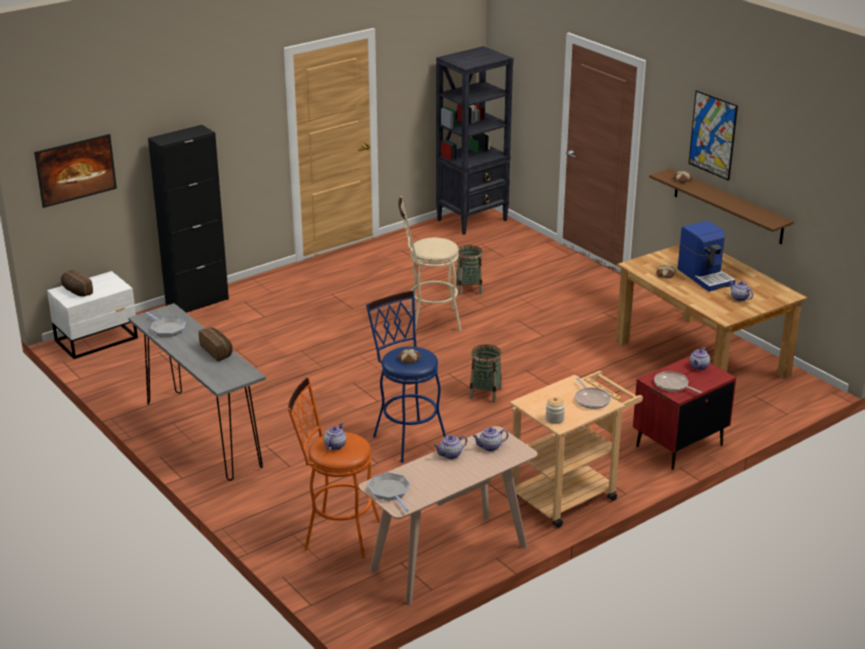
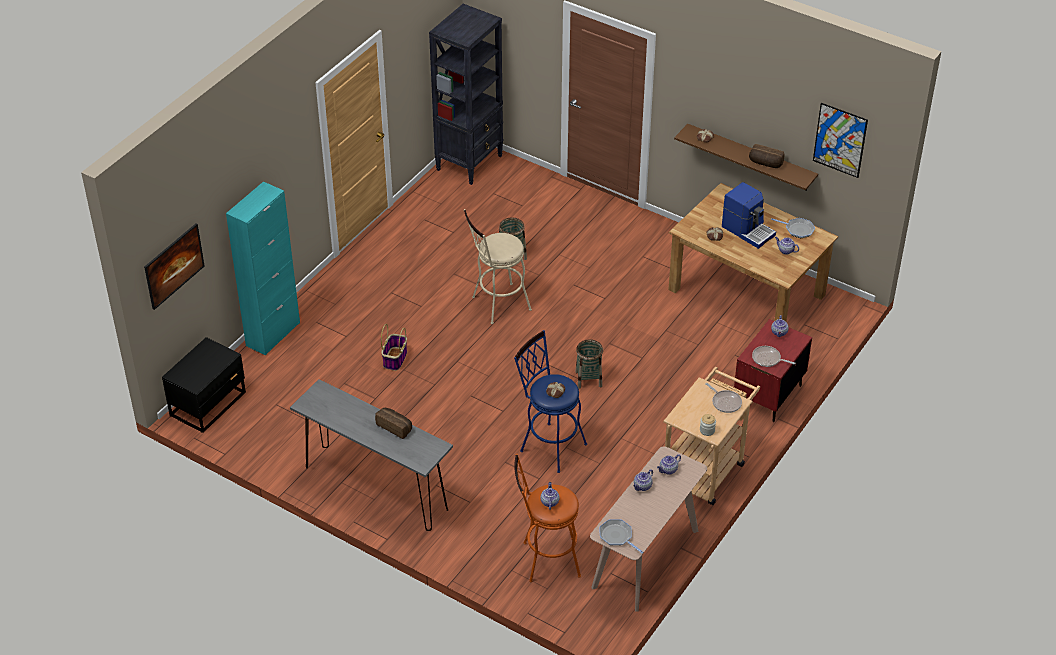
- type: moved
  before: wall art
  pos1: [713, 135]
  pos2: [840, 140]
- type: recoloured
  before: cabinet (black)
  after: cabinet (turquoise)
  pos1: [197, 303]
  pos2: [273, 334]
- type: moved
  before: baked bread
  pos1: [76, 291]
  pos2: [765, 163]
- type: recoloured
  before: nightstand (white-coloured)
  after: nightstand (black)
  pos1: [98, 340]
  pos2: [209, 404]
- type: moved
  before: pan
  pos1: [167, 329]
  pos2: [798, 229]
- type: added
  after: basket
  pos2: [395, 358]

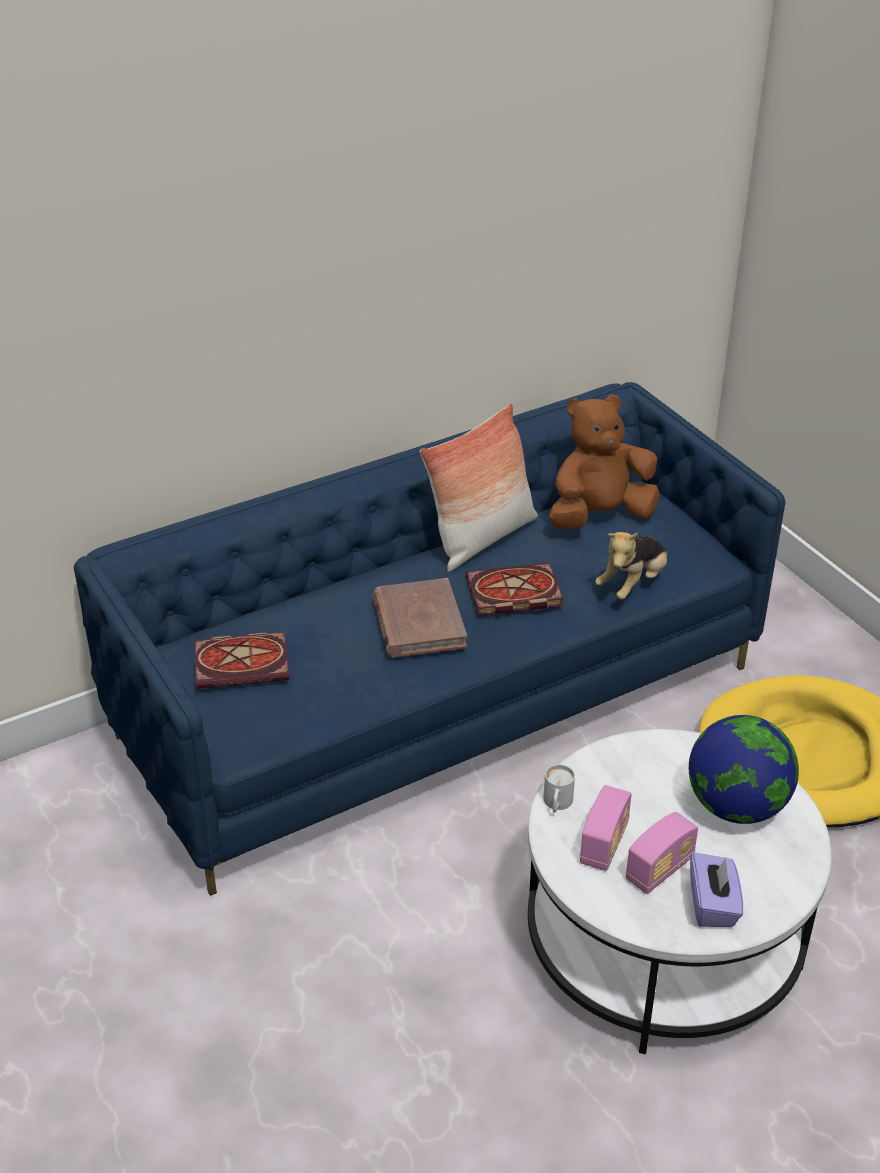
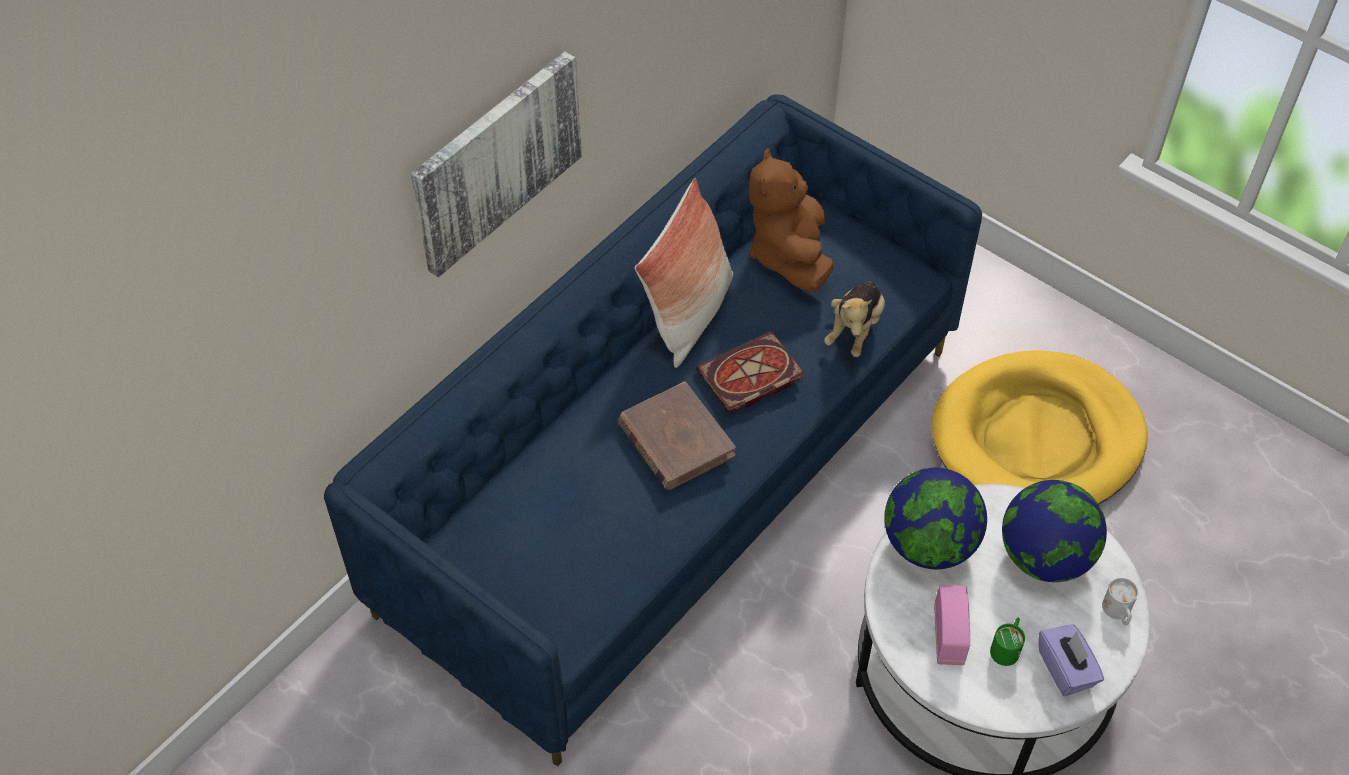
- type: turned
  before: soft toy (brown)
  pos1: [599, 516]
  pos2: [789, 254]
  turn: -45
- type: removed
  before: bound book
  pos1: [244, 662]
- type: moved
  before: tea mug (white-coloured)
  pos1: [557, 804]
  pos2: [1118, 613]
- type: replaced
  before: radio receiver
  after: tea mug (greenish)
  pos1: [659, 869]
  pos2: [1007, 647]
- type: added
  after: wall art
  pos2: [496, 161]
- type: added
  after: globe
  pos2: [929, 544]

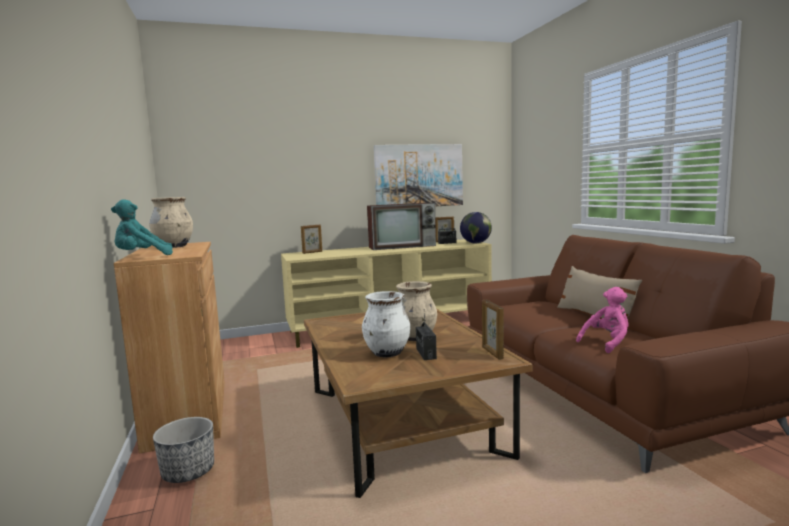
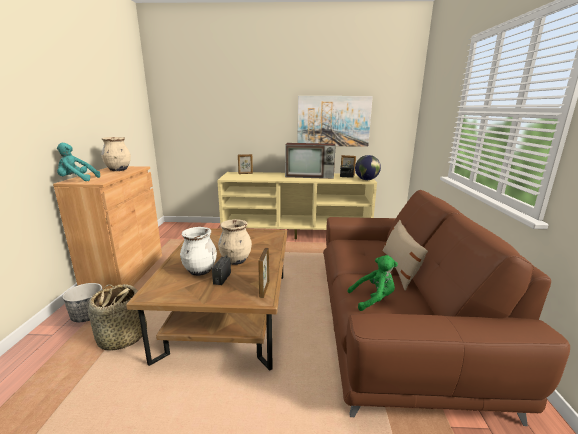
- type: recoloured
  before: soft toy (pinkish)
  after: soft toy (greenish)
  pos1: [607, 343]
  pos2: [373, 299]
- type: added
  after: basket
  pos2: [122, 337]

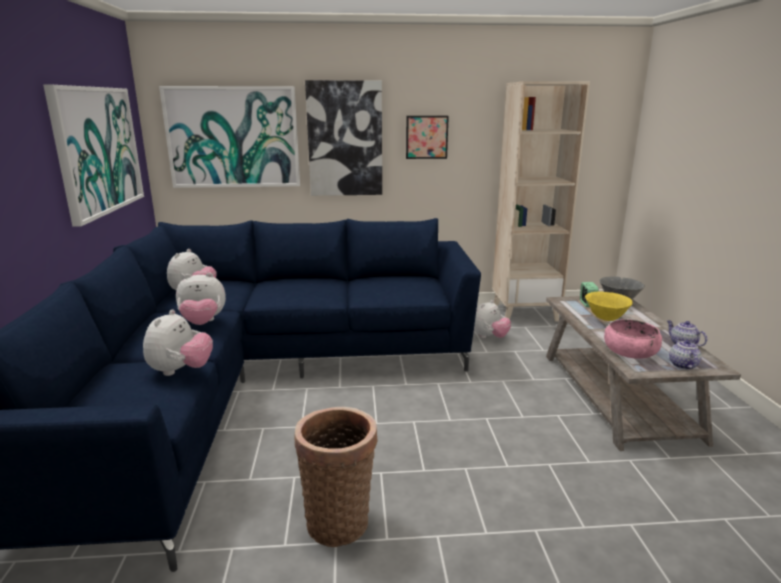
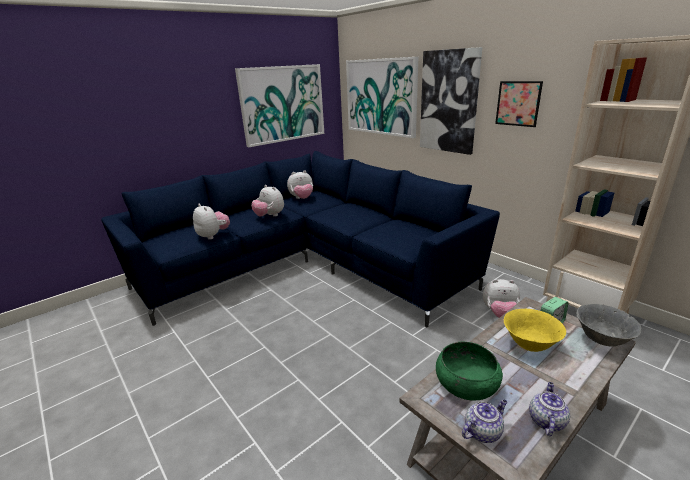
- type: turned
  before: soft toy
  pos1: [181, 371]
  pos2: [213, 236]
  turn: -105
- type: recoloured
  before: bowl (pinkish)
  after: bowl (greenish)
  pos1: [630, 351]
  pos2: [466, 382]
- type: removed
  before: basket
  pos1: [339, 519]

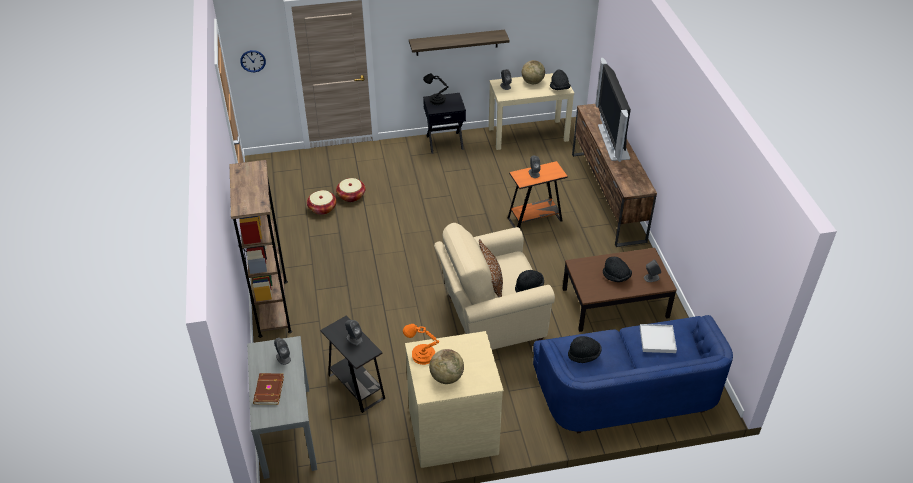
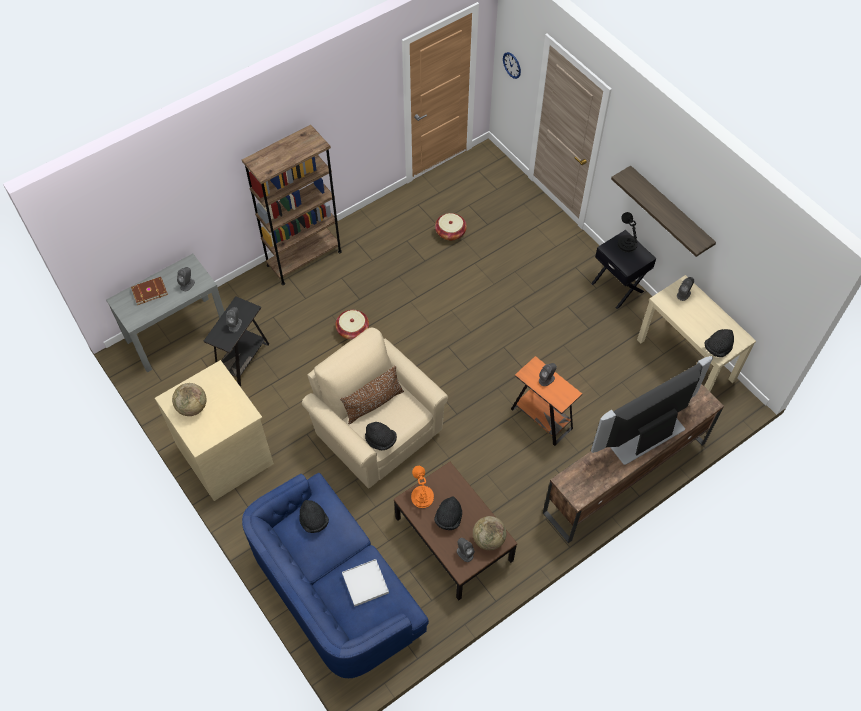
- type: moved
  before: globe
  pos1: [532, 82]
  pos2: [488, 539]
- type: moved
  before: basket
  pos1: [351, 196]
  pos2: [352, 330]
- type: moved
  before: lamp for a table (orange)
  pos1: [421, 355]
  pos2: [421, 495]

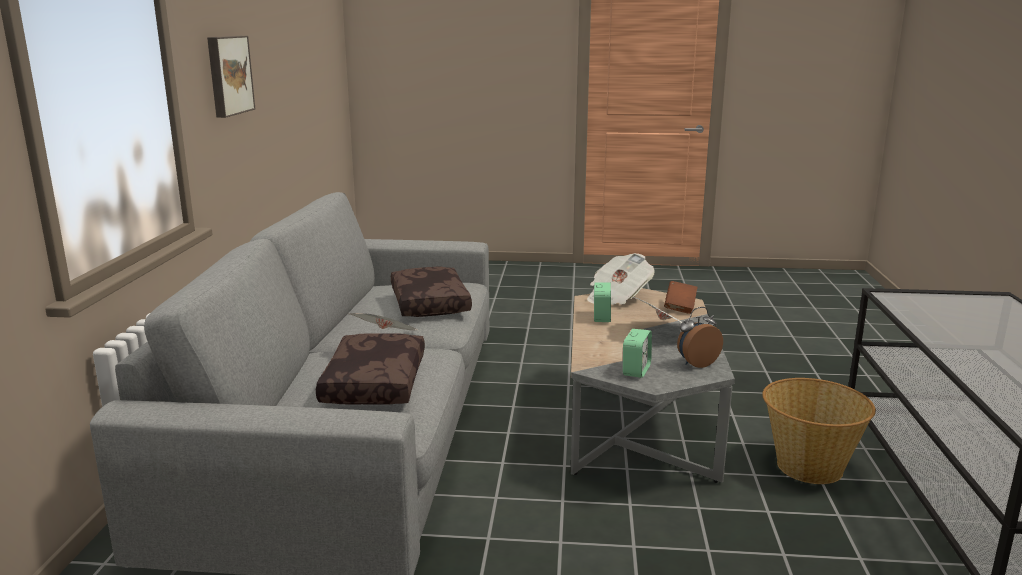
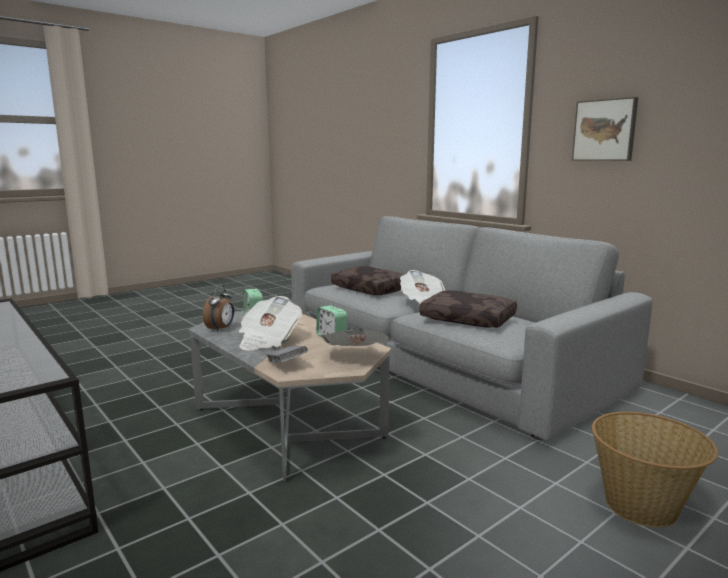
- type: recoloured
  before: bound book (brown)
  after: bound book (gray)
  pos1: [680, 307]
  pos2: [286, 365]
- type: moved
  before: basket
  pos1: [809, 466]
  pos2: [642, 506]

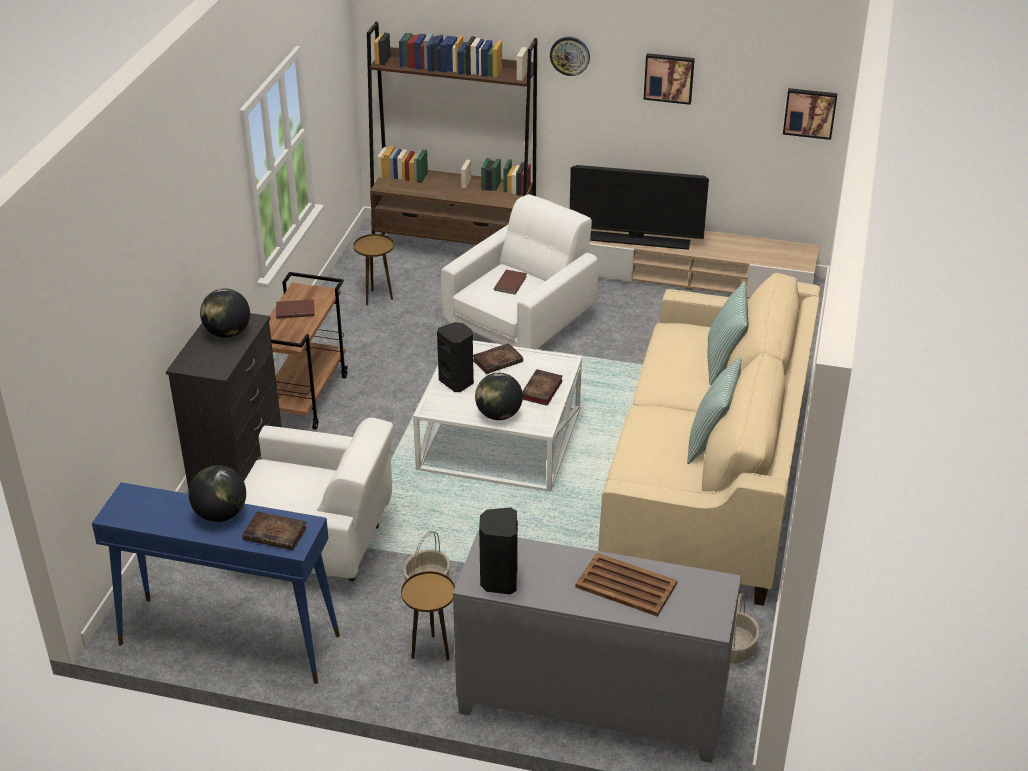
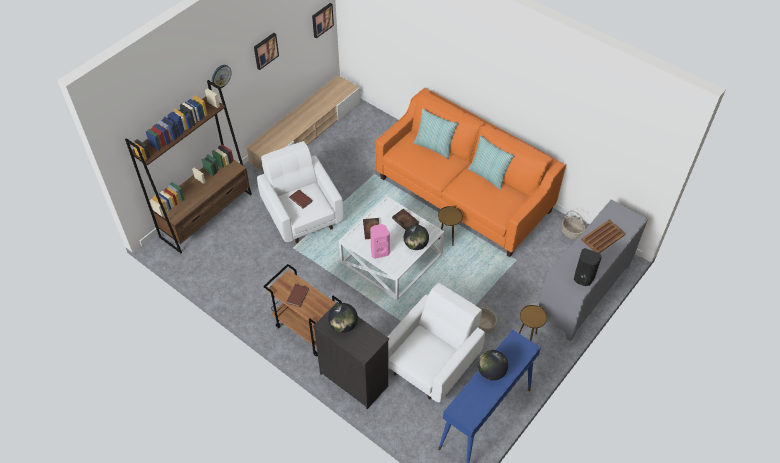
- type: removed
  before: television
  pos1: [636, 240]
- type: moved
  before: side table (brown)
  pos1: [377, 298]
  pos2: [448, 239]
- type: recoloured
  before: sofa (sand-coloured)
  after: sofa (orange)
  pos1: [707, 479]
  pos2: [463, 194]
- type: recoloured
  before: loudspeaker (black)
  after: loudspeaker (pinkish)
  pos1: [457, 382]
  pos2: [379, 251]
- type: removed
  before: bound book
  pos1: [277, 534]

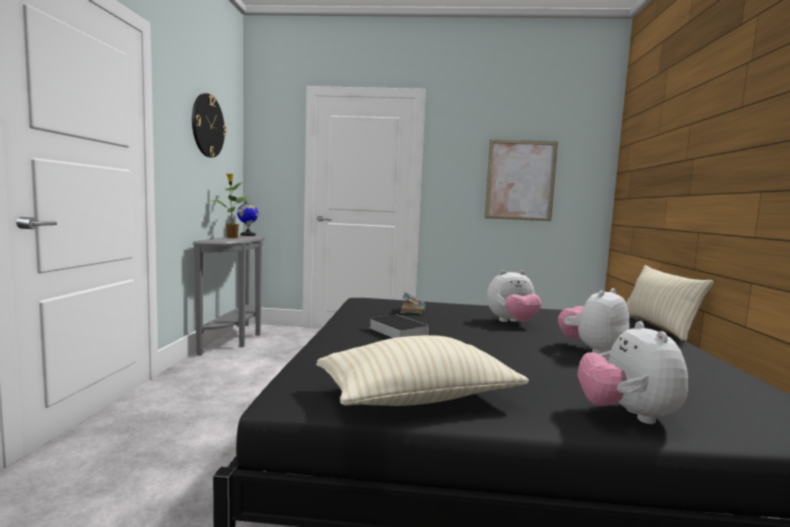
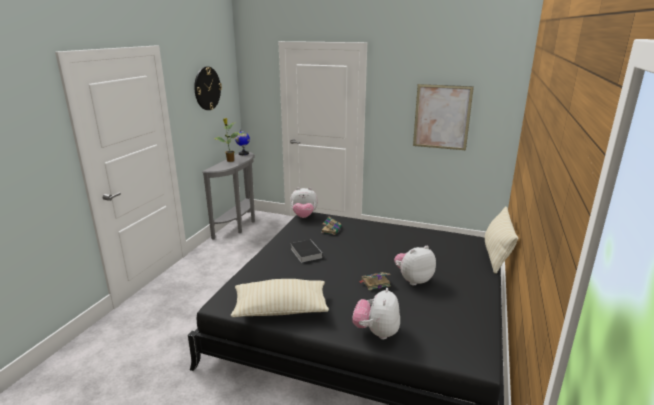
- type: moved
  before: soft toy
  pos1: [512, 322]
  pos2: [304, 216]
- type: added
  after: bound book
  pos2: [374, 283]

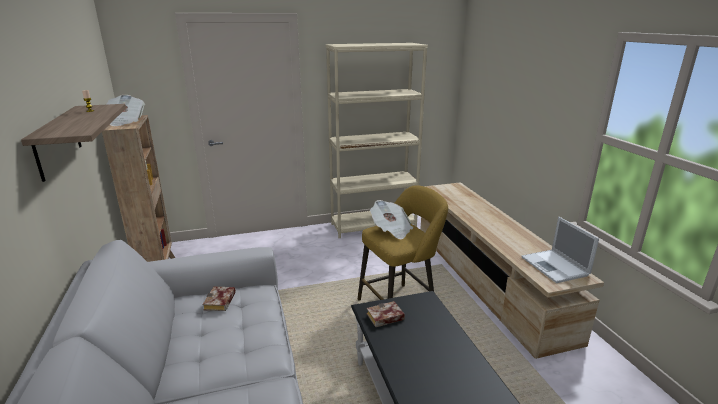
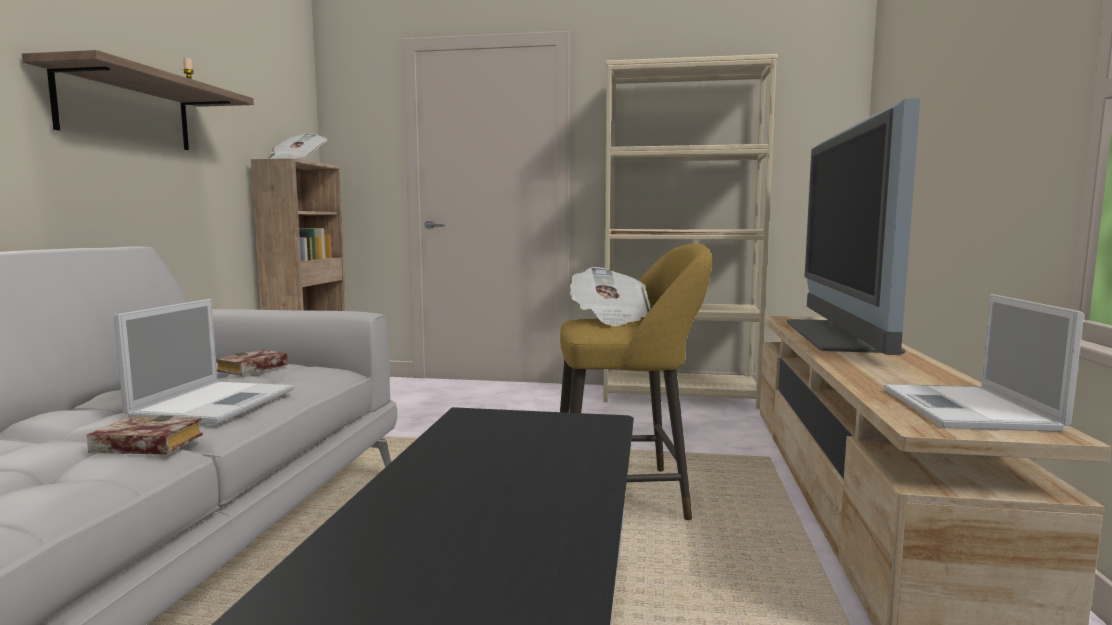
- type: moved
  before: bound book
  pos1: [384, 318]
  pos2: [142, 446]
- type: added
  after: television
  pos2: [838, 335]
- type: added
  after: laptop
  pos2: [216, 402]

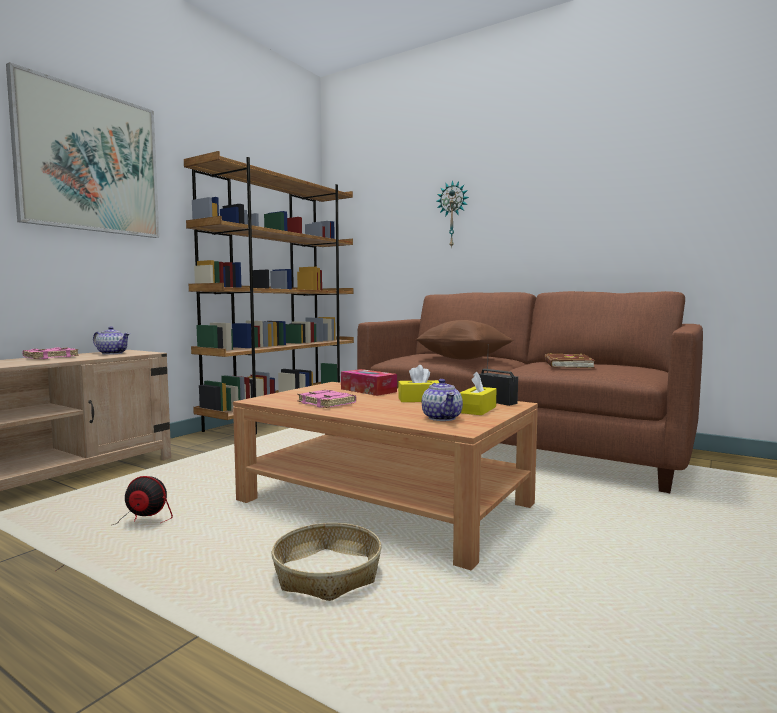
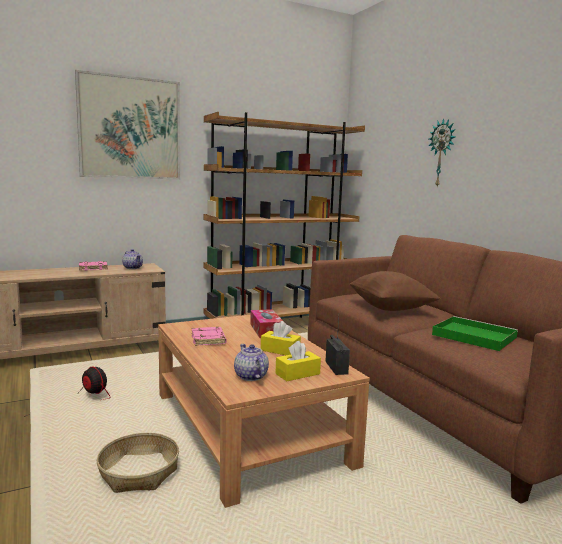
- type: replaced
  before: bound book (brown)
  after: carrying tray (greenish)
  pos1: [567, 364]
  pos2: [472, 336]
- type: turned
  before: tea pot
  pos1: [442, 418]
  pos2: [250, 376]
  turn: 135

